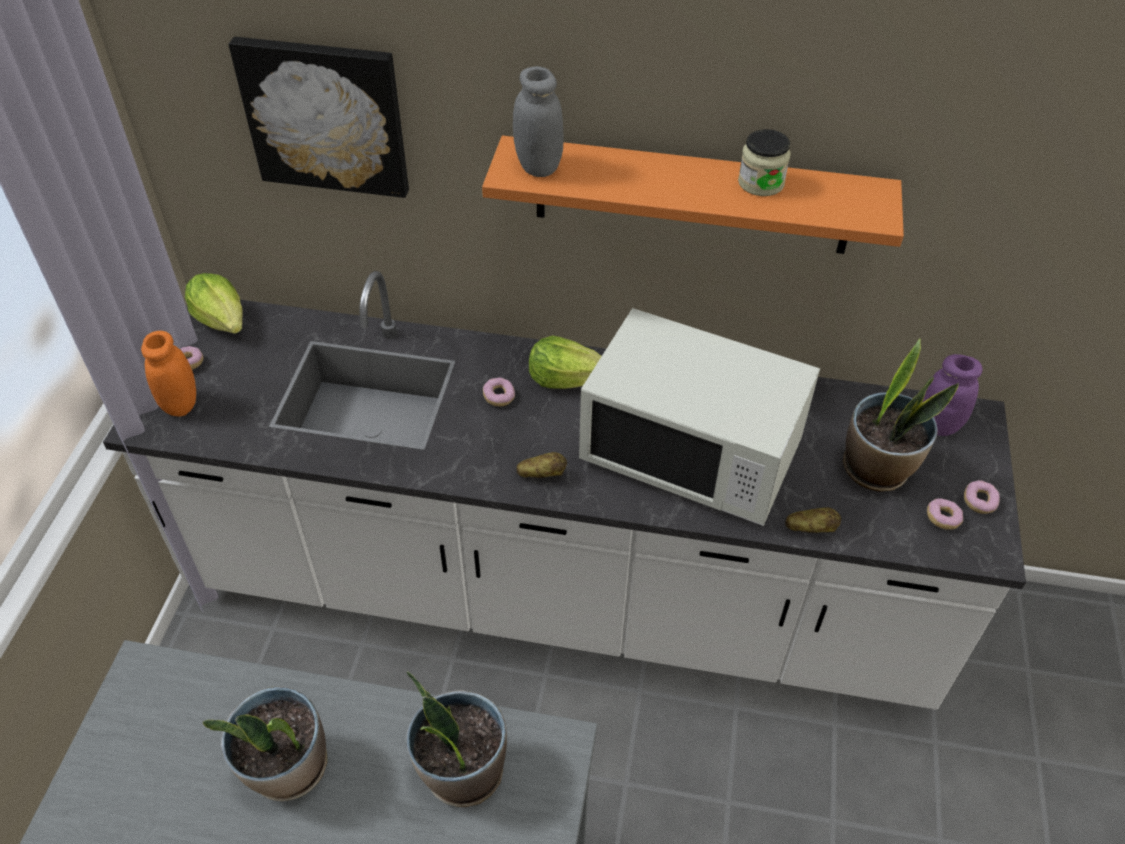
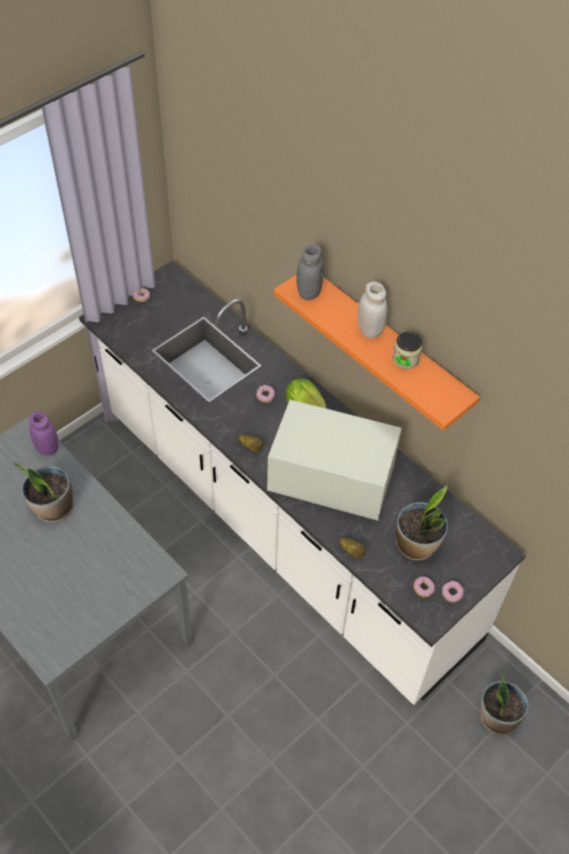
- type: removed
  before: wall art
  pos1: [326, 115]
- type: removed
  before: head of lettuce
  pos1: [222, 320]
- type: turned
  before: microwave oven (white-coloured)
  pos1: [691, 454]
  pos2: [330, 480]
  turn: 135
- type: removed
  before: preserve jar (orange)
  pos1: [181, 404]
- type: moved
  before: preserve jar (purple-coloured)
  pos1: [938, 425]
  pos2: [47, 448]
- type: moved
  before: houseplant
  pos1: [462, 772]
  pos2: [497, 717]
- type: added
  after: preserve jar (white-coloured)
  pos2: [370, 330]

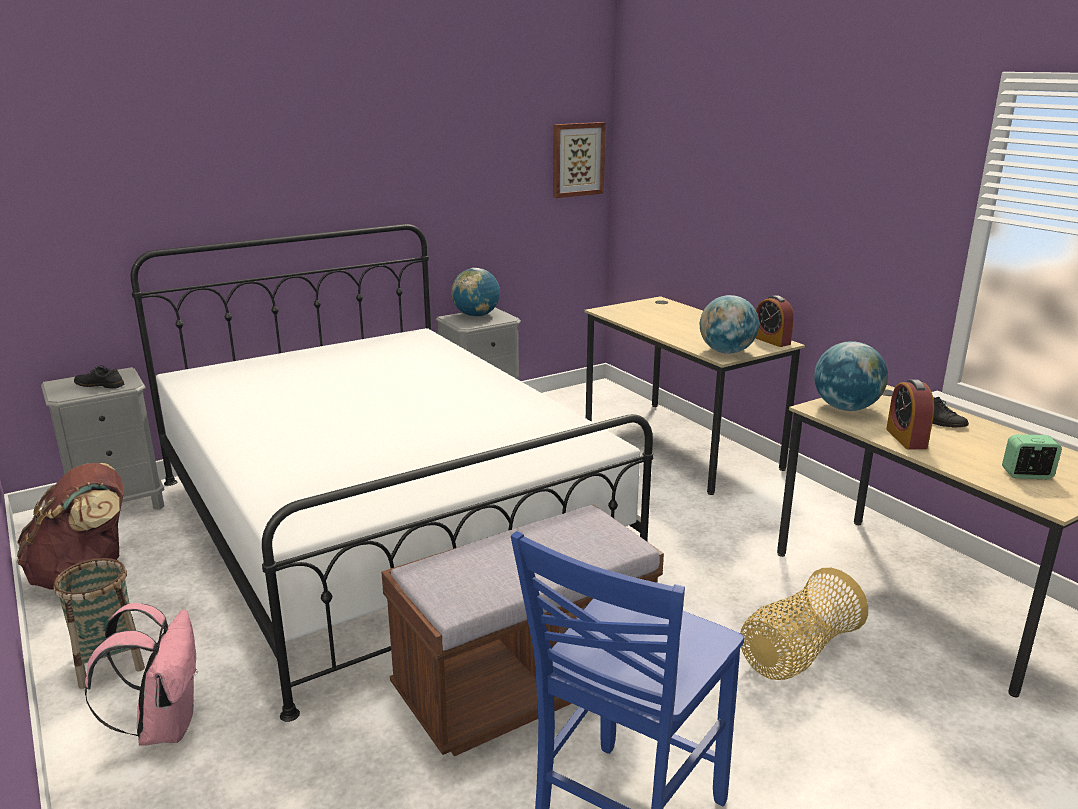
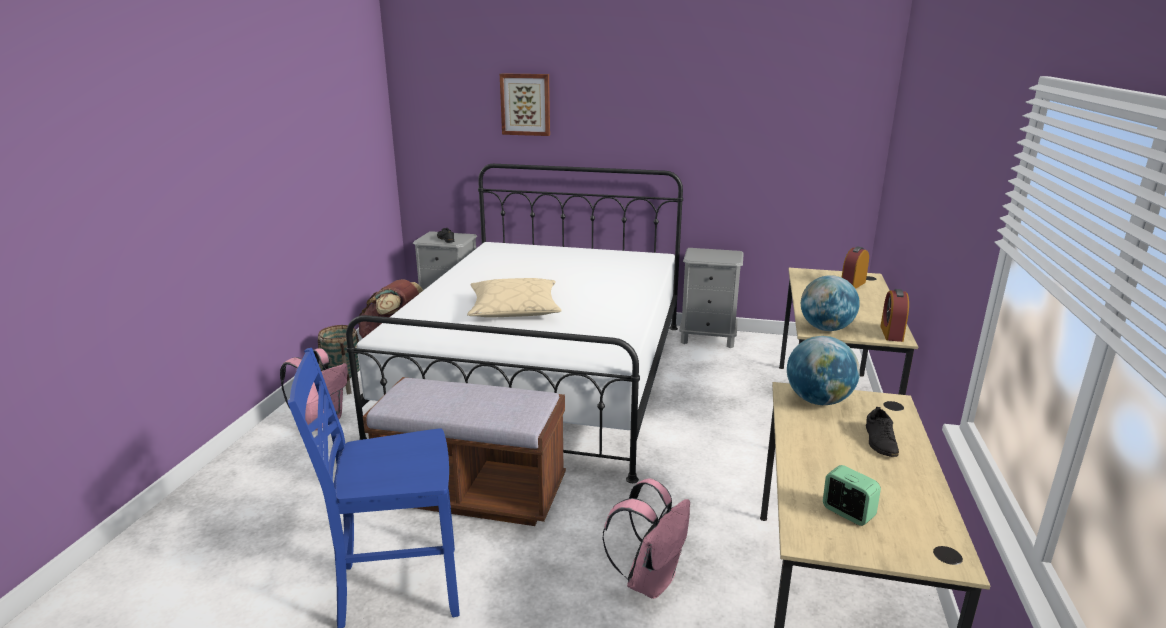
- type: moved
  before: wall art
  pos1: [577, 159]
  pos2: [525, 104]
- type: removed
  before: globe
  pos1: [476, 316]
- type: moved
  before: table clock
  pos1: [906, 438]
  pos2: [852, 284]
- type: replaced
  before: basket
  after: rucksack (pinkish)
  pos1: [797, 653]
  pos2: [650, 580]
- type: added
  after: cushion (sand-coloured)
  pos2: [514, 309]

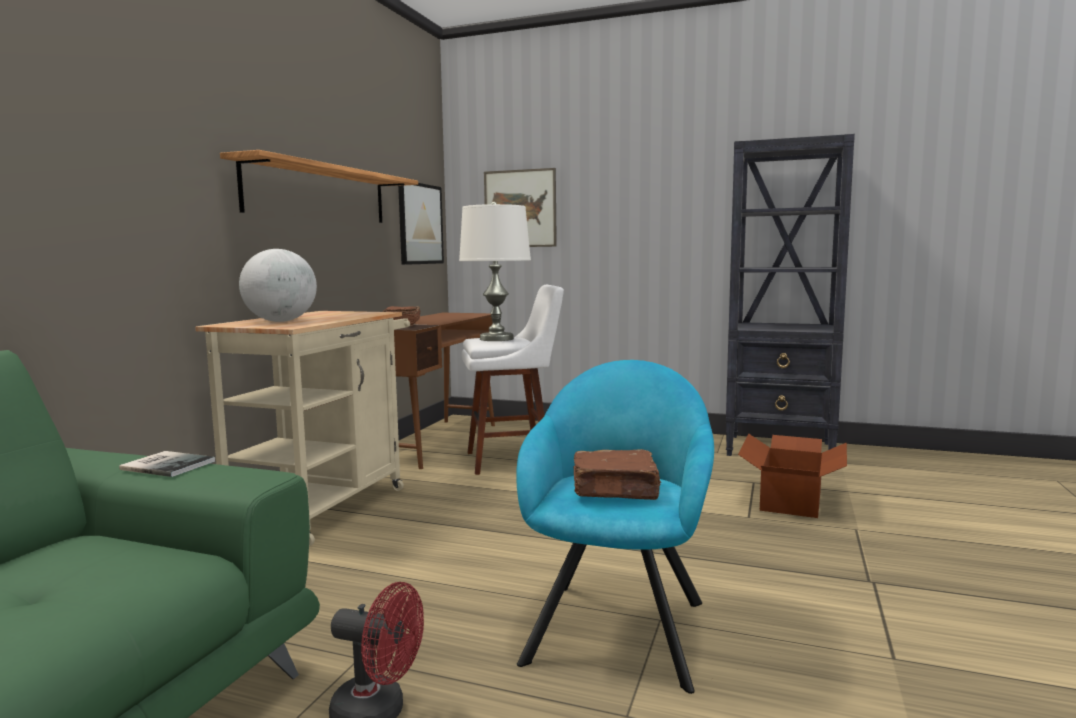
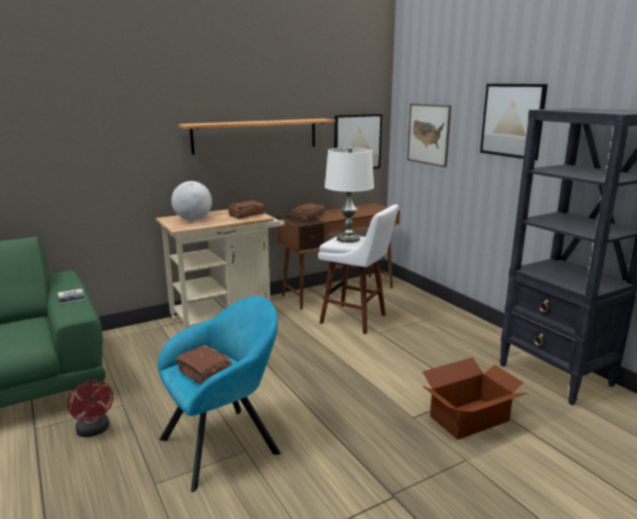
- type: added
  after: wall art
  pos2: [512, 120]
- type: added
  after: bound book (brown)
  pos2: [246, 215]

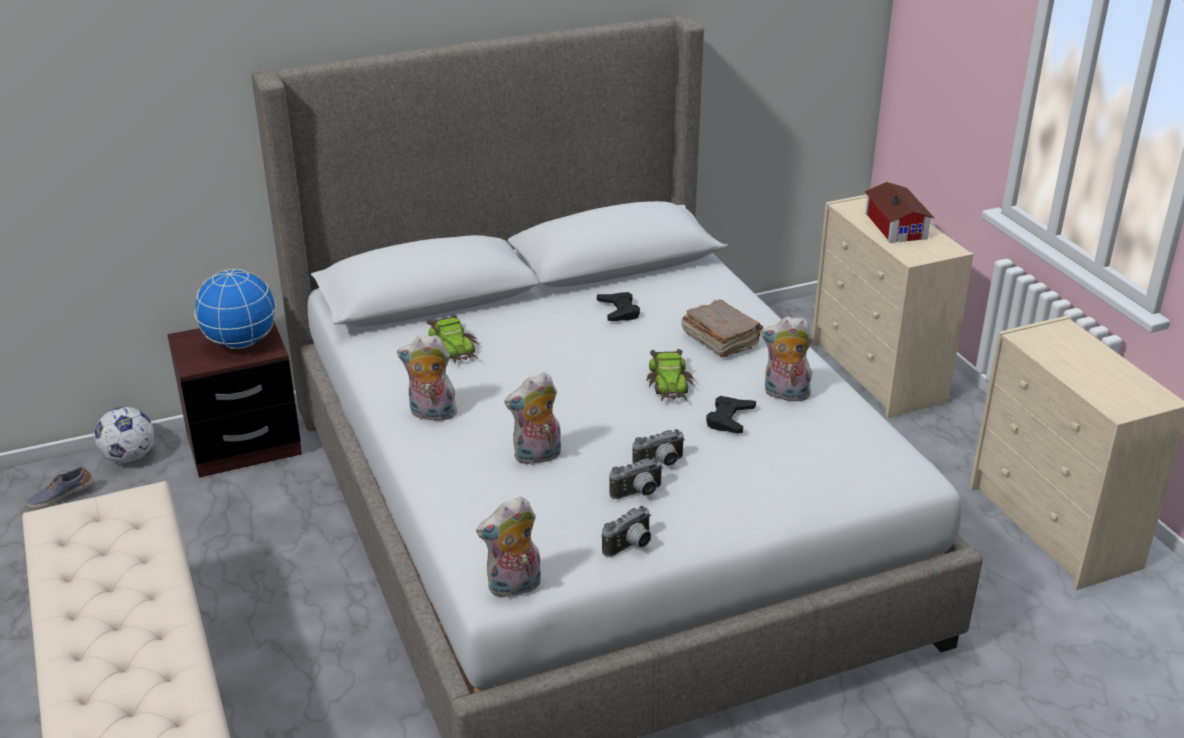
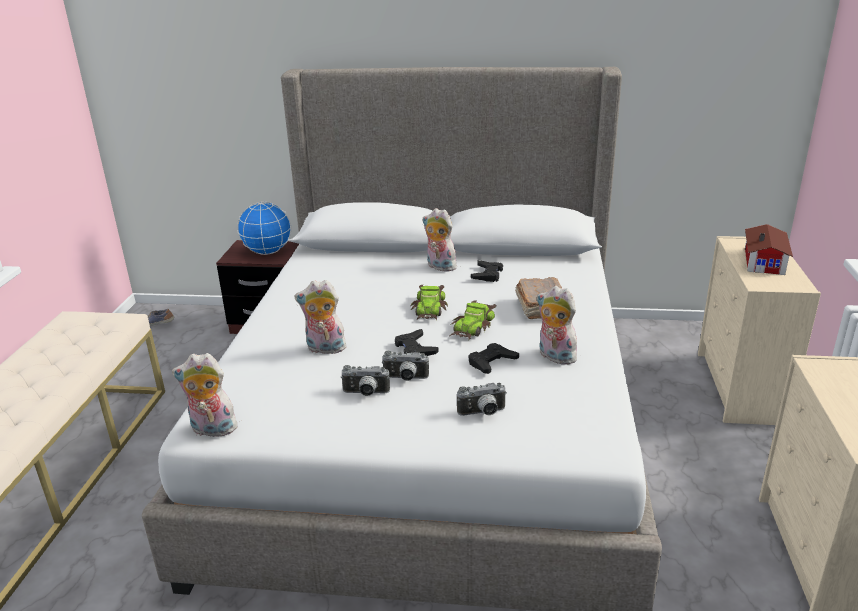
- type: moved
  before: model car
  pos1: [454, 346]
  pos2: [430, 308]
- type: moved
  before: soft toy
  pos1: [431, 414]
  pos2: [439, 267]
- type: removed
  before: football
  pos1: [130, 457]
- type: moved
  before: still camera
  pos1: [631, 546]
  pos2: [483, 413]
- type: added
  after: joypad (black)
  pos2: [415, 349]

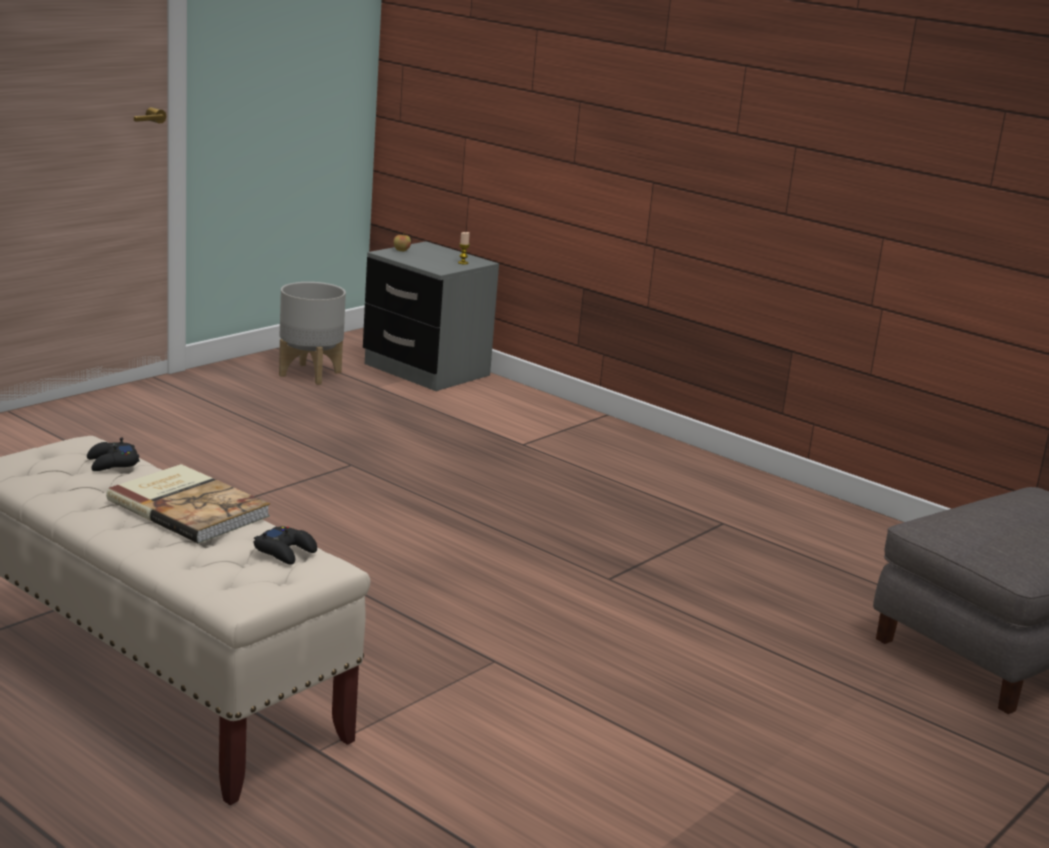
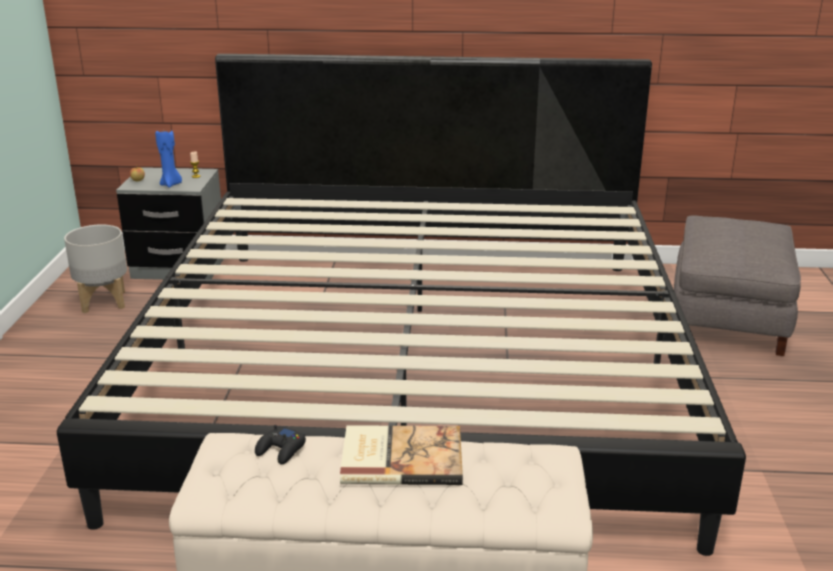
- type: removed
  before: joypad (black)
  pos1: [285, 551]
- type: added
  after: bed
  pos2: [416, 366]
- type: added
  after: wax light (blue-coloured)
  pos2: [171, 184]

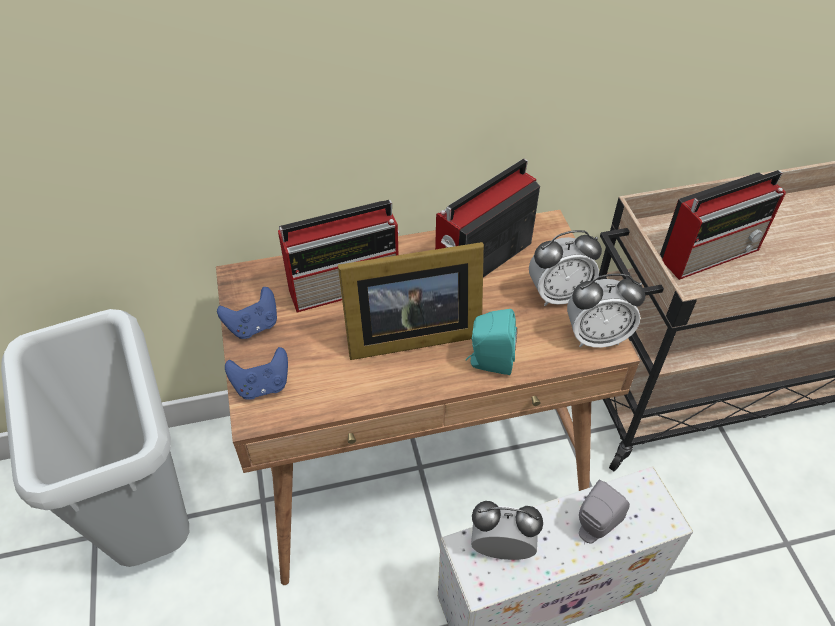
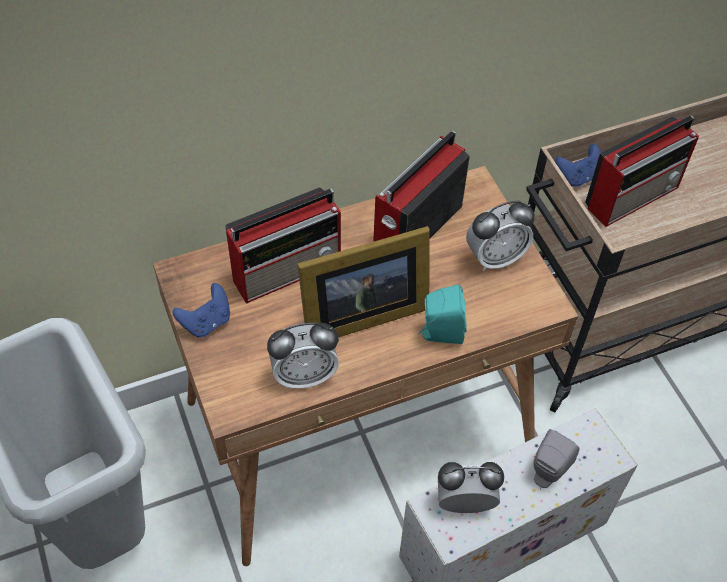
- type: moved
  before: table clock
  pos1: [596, 337]
  pos2: [304, 375]
- type: moved
  before: joypad (blue-coloured)
  pos1: [262, 385]
  pos2: [578, 177]

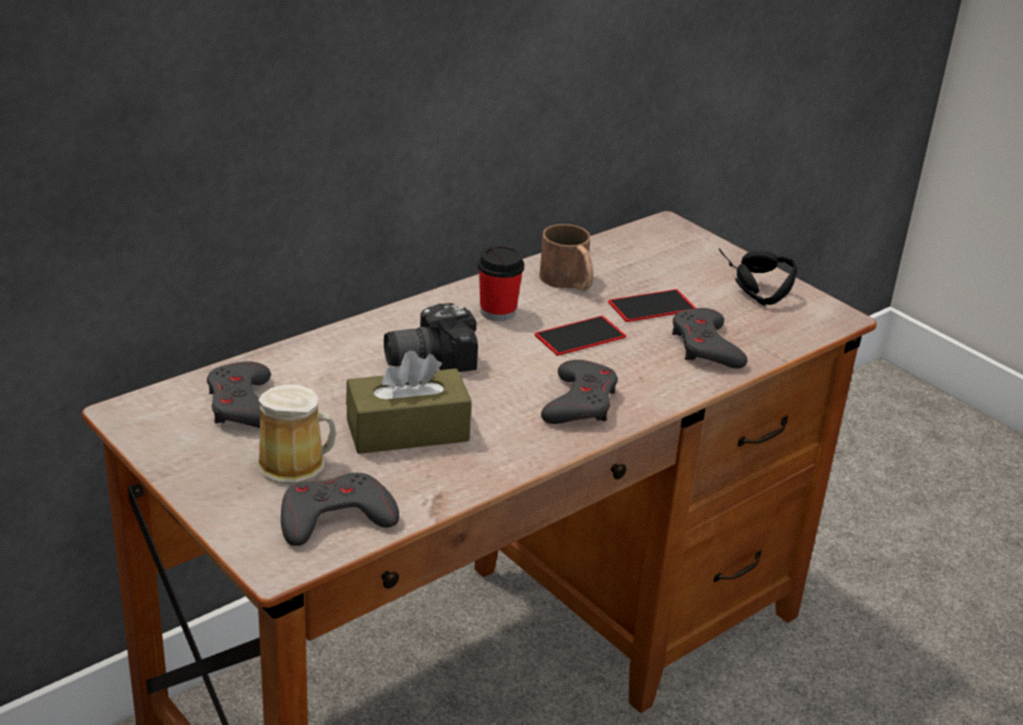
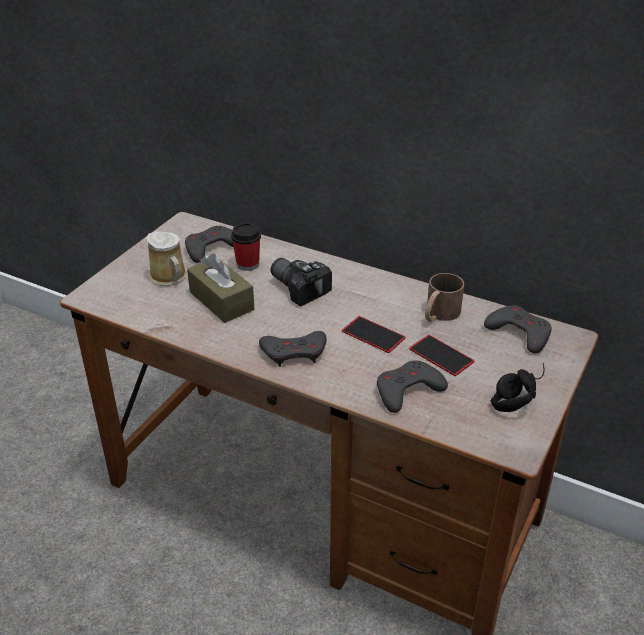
- type: moved
  before: drinking cup
  pos1: [498, 312]
  pos2: [247, 264]
- type: moved
  before: joypad (gray)
  pos1: [335, 518]
  pos2: [519, 333]

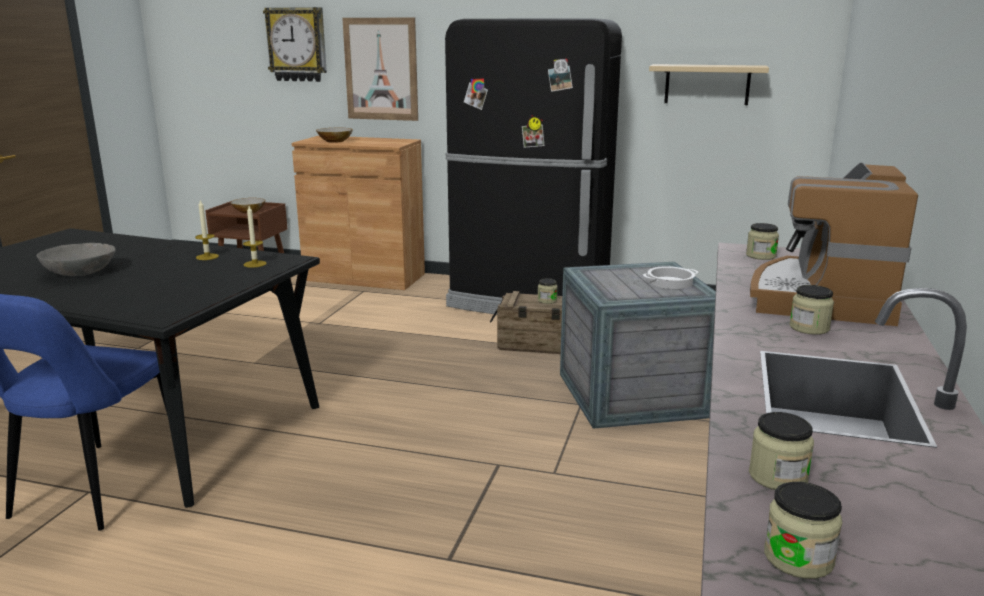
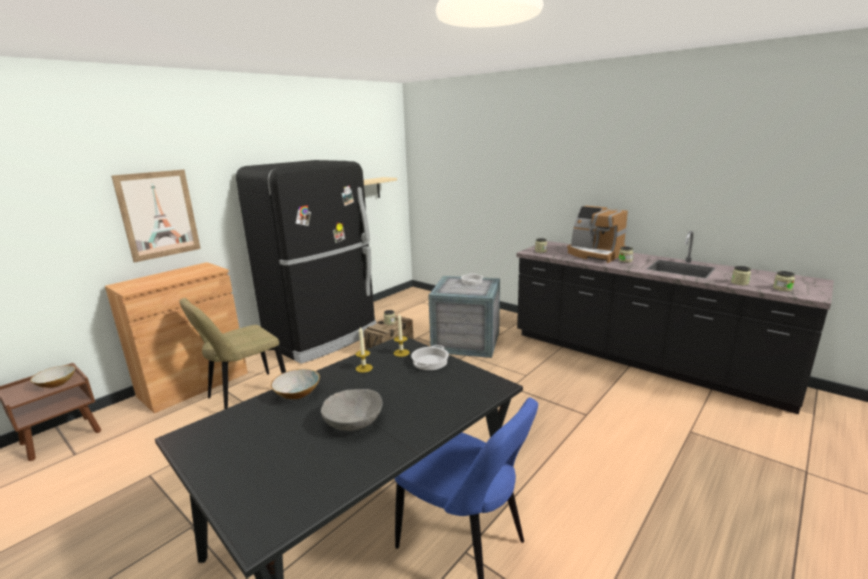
- type: removed
  before: clock on the wall
  pos1: [297, 44]
- type: moved
  before: bowl
  pos1: [334, 141]
  pos2: [297, 393]
- type: added
  after: plain chair (sand-coloured)
  pos2: [245, 396]
- type: added
  after: stockpot
  pos2: [430, 362]

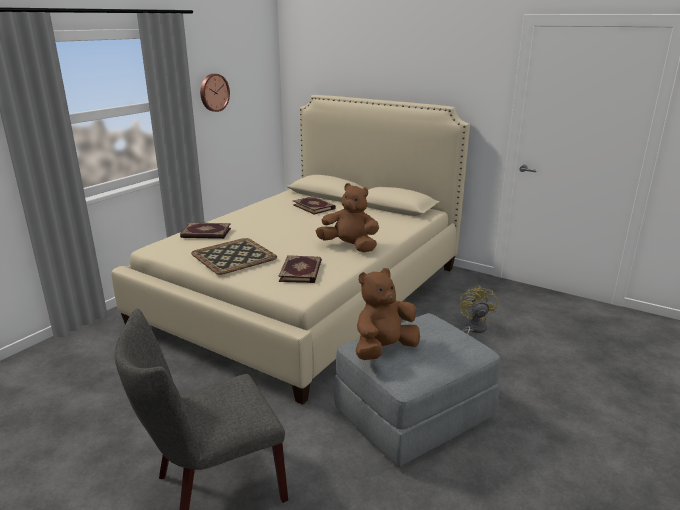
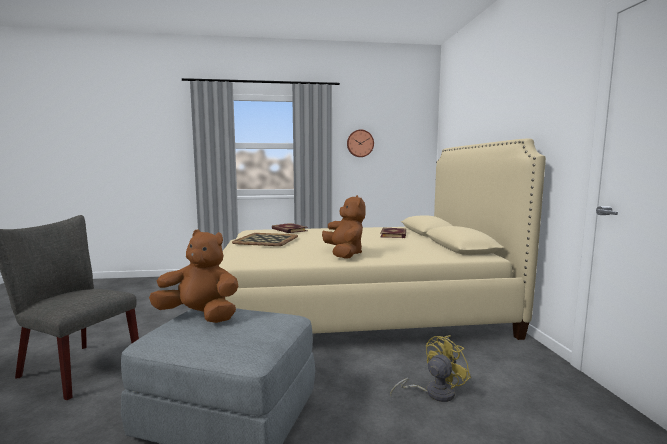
- type: removed
  before: bound book
  pos1: [301, 271]

